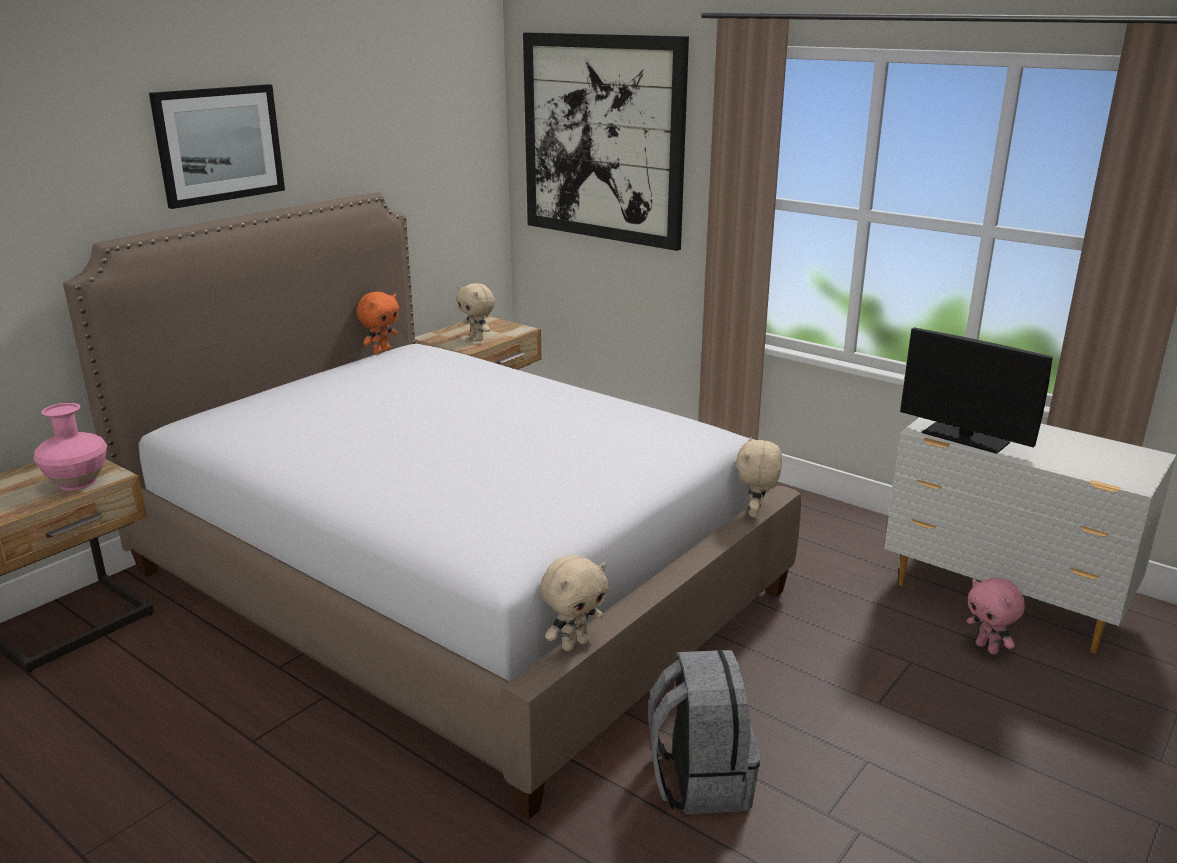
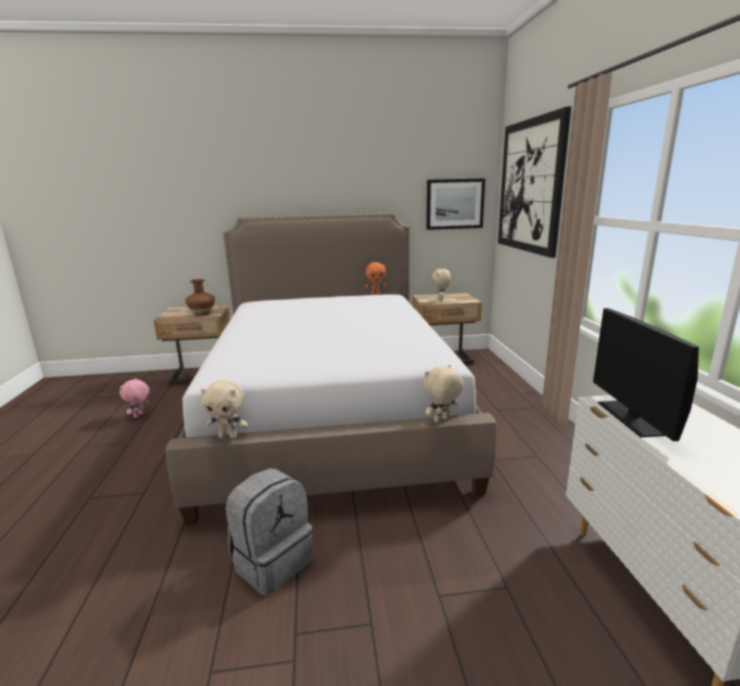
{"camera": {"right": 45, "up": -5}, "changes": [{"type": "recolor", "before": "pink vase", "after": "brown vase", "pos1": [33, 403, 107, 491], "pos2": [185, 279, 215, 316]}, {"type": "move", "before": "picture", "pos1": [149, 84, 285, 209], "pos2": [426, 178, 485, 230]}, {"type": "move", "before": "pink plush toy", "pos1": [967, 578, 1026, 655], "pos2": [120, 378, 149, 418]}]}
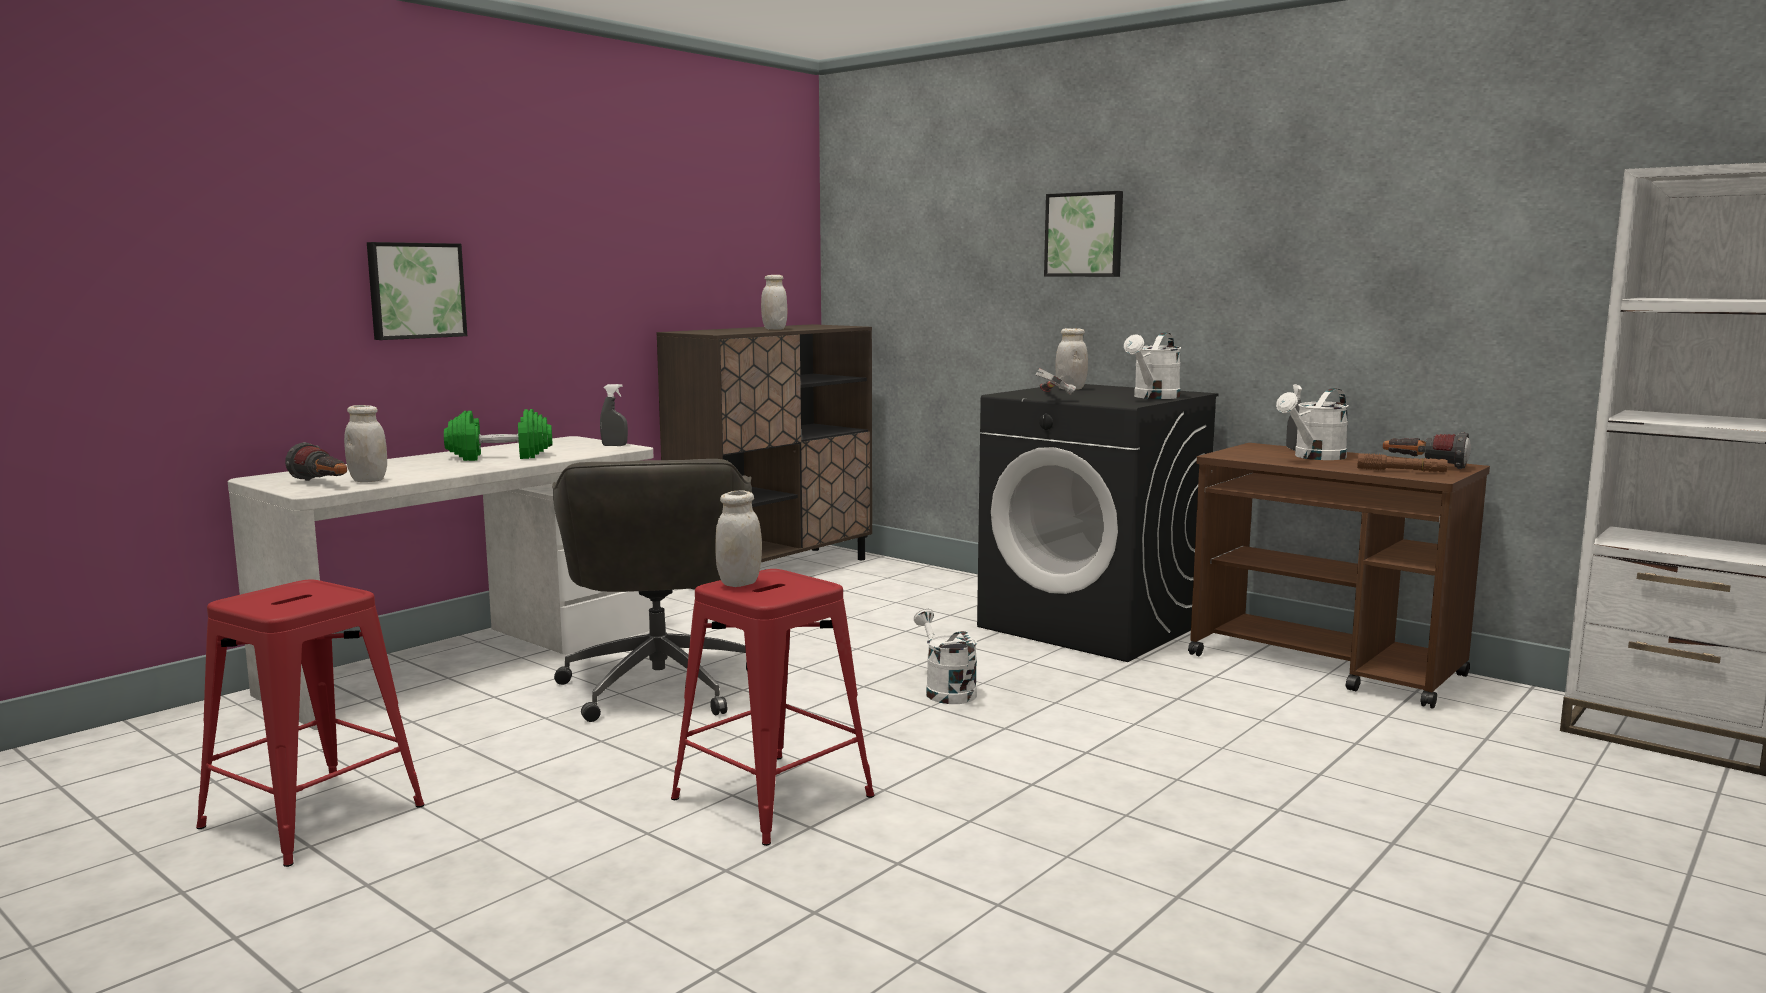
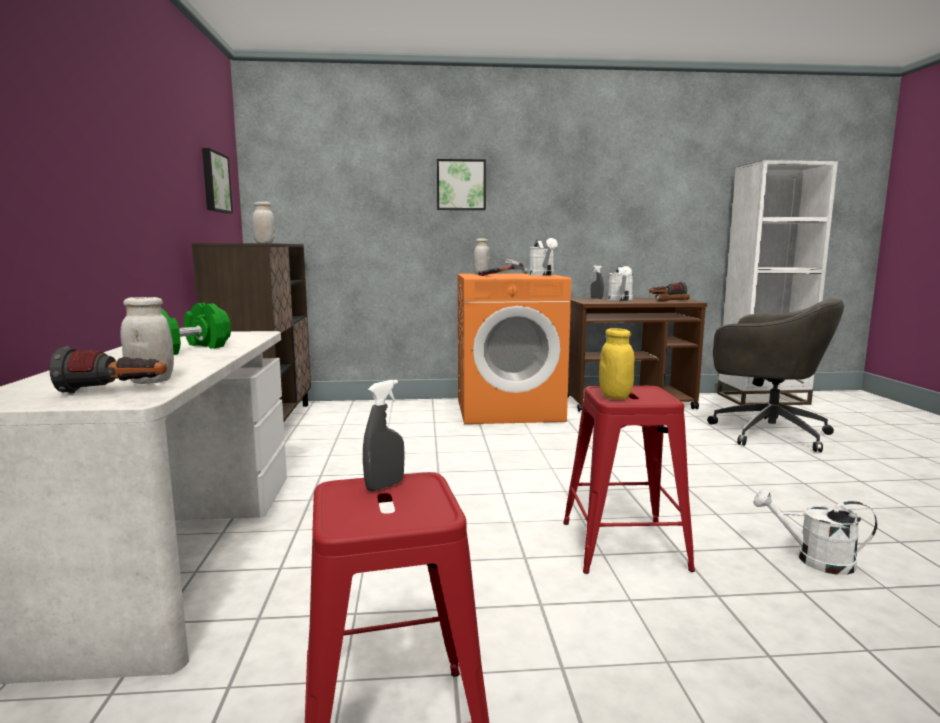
{"camera": {"right": -45, "up": 0}, "changes": [{"type": "move", "before": "picture", "pos1": [367, 242, 467, 340], "pos2": [202, 148, 233, 213]}, {"type": "move", "before": "grey office chair", "pos1": [552, 459, 751, 722], "pos2": [707, 298, 844, 452]}, {"type": "move", "before": "grey spray bottle", "pos1": [600, 384, 628, 446], "pos2": [363, 380, 405, 491]}, {"type": "recolor", "before": "white jar", "after": "yellow jar", "pos1": [715, 491, 762, 587], "pos2": [599, 328, 635, 399]}, {"type": "move", "before": "white watering can", "pos1": [914, 608, 977, 704], "pos2": [753, 489, 877, 575]}, {"type": "recolor", "before": "black washing machine", "after": "orange washing machine", "pos1": [977, 384, 1219, 662], "pos2": [457, 274, 571, 424]}]}
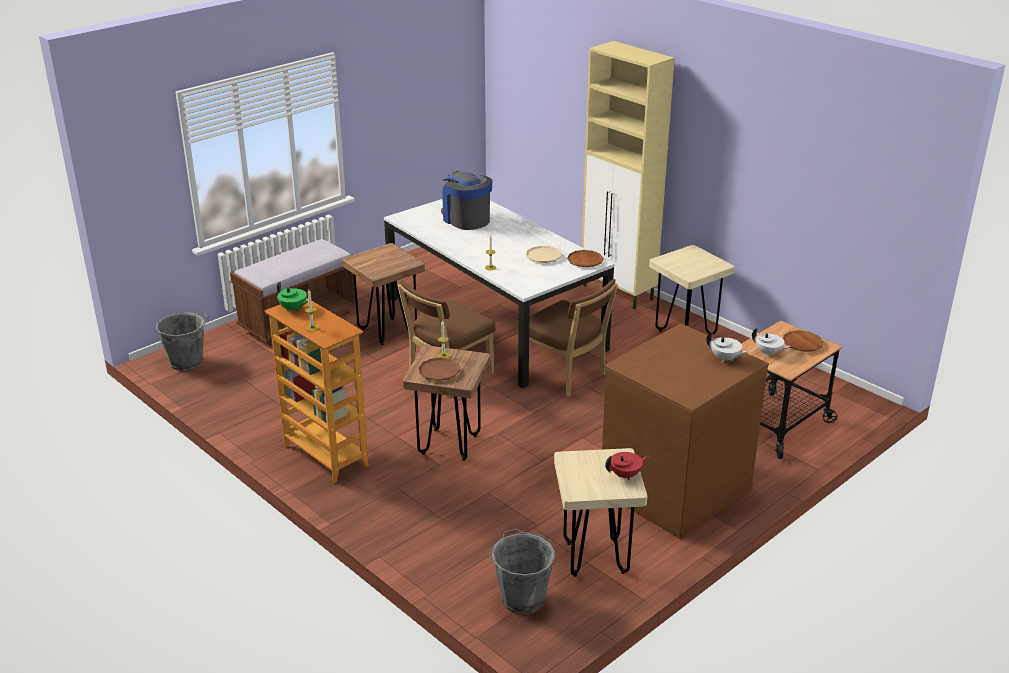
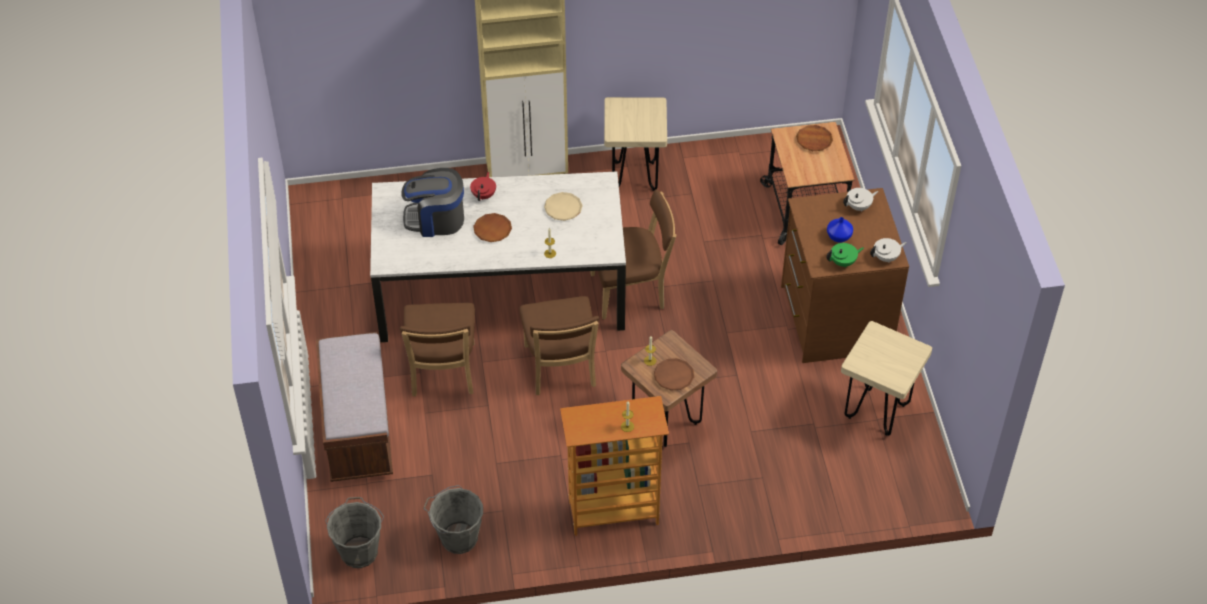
{"camera": {"right": -55, "up": 20}, "changes": [{"type": "move", "before": "green teapot", "pos1": [277, 282, 309, 312], "pos2": [827, 243, 864, 268]}, {"type": "replace", "before": "brown stool", "after": "brown chair", "pos1": [342, 243, 425, 345], "pos2": [400, 303, 475, 397]}, {"type": "move", "before": "grey bucket", "pos1": [489, 529, 555, 614], "pos2": [423, 485, 483, 554]}, {"type": "move", "before": "brown plate", "pos1": [567, 250, 604, 267], "pos2": [473, 213, 512, 242]}, {"type": "move", "before": "red teapot", "pos1": [605, 452, 649, 480], "pos2": [470, 172, 496, 201]}, {"type": "move", "before": "white teapot", "pos1": [752, 328, 791, 356], "pos2": [870, 238, 907, 263]}, {"type": "insert", "after": "blue vase", "pos2": [827, 217, 853, 243]}]}
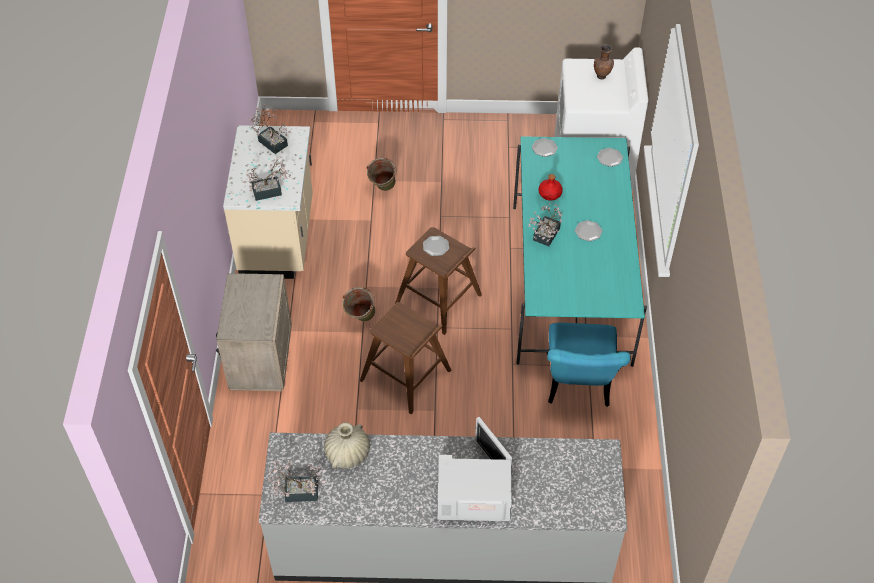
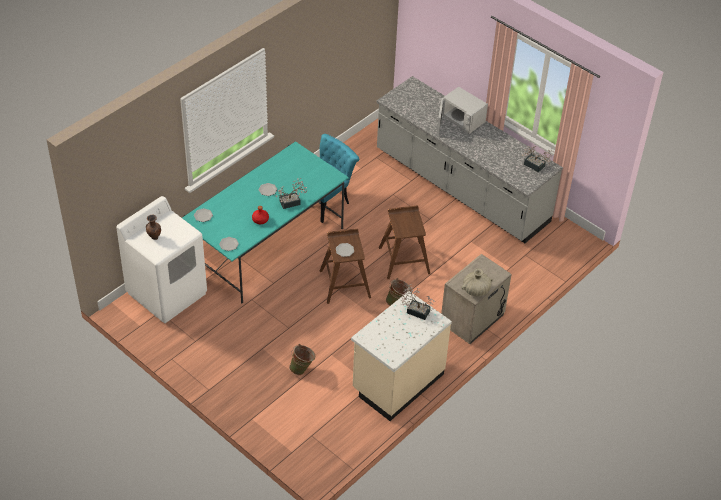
{"camera": {"right": -140, "up": -5}, "changes": [{"type": "delete", "before": "potted plant", "pos1": [246, 104, 291, 154]}, {"type": "move", "before": "beige vase", "pos1": [324, 422, 370, 469], "pos2": [461, 269, 493, 297]}]}
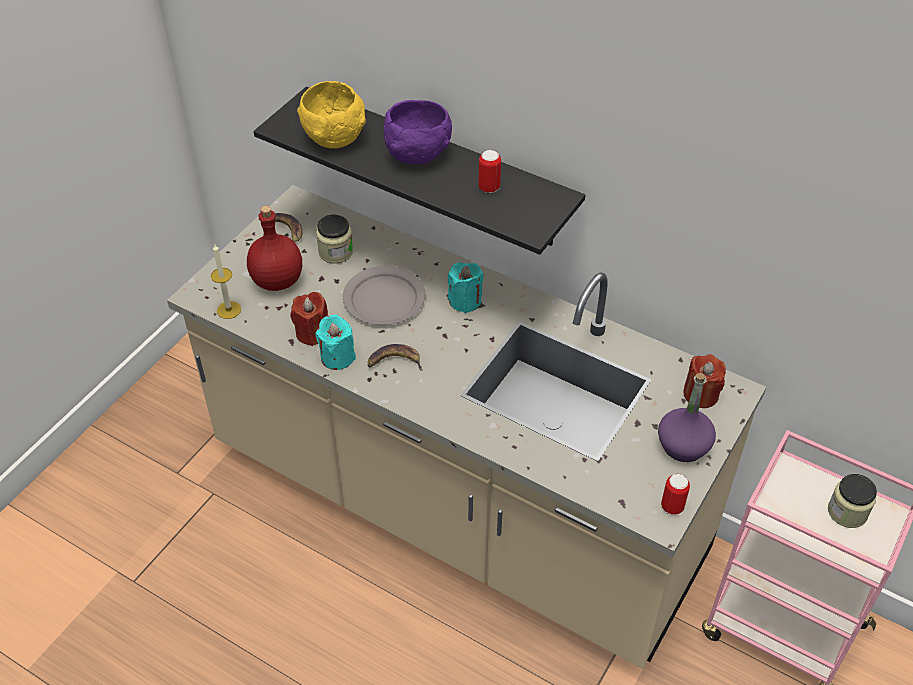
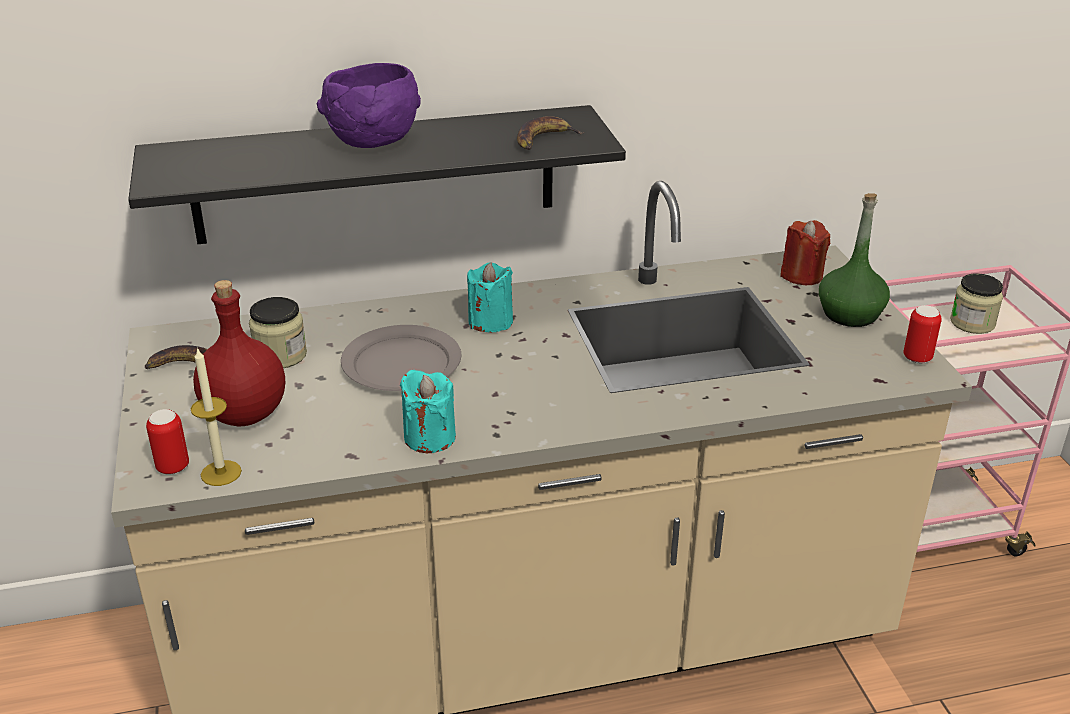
{"camera": {"right": -45, "up": -15}, "changes": [{"type": "delete", "before": "red candle", "pos1": [290, 292, 328, 346]}, {"type": "delete", "before": "yellow bowl", "pos1": [297, 81, 366, 148]}, {"type": "move", "before": "banana", "pos1": [368, 344, 423, 371], "pos2": [517, 116, 584, 150]}, {"type": "move", "before": "can", "pos1": [478, 150, 501, 193], "pos2": [146, 409, 189, 475]}, {"type": "recolor", "before": "purple bottle", "after": "green bottle", "pos1": [658, 373, 716, 462], "pos2": [819, 193, 890, 327]}]}
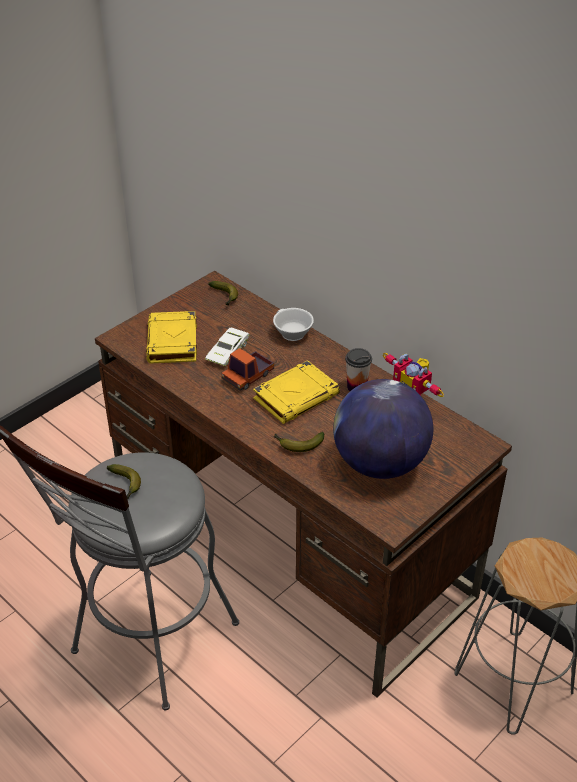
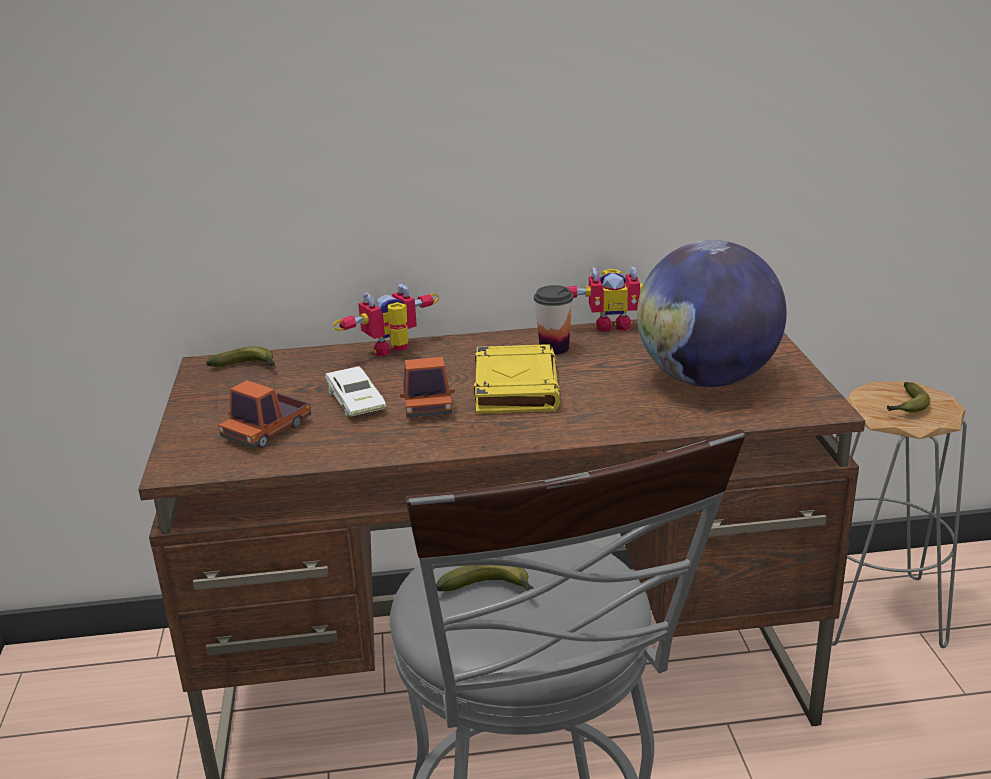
{"camera": {"right": -50, "up": -15}, "changes": [{"type": "replace", "before": "yellow book", "after": "toy truck", "pos1": [146, 311, 197, 363], "pos2": [218, 380, 311, 448]}, {"type": "replace", "before": "white cup", "after": "toy robot", "pos1": [273, 308, 314, 341], "pos2": [333, 284, 439, 356]}, {"type": "move", "before": "banana", "pos1": [274, 432, 325, 452], "pos2": [887, 382, 930, 413]}]}
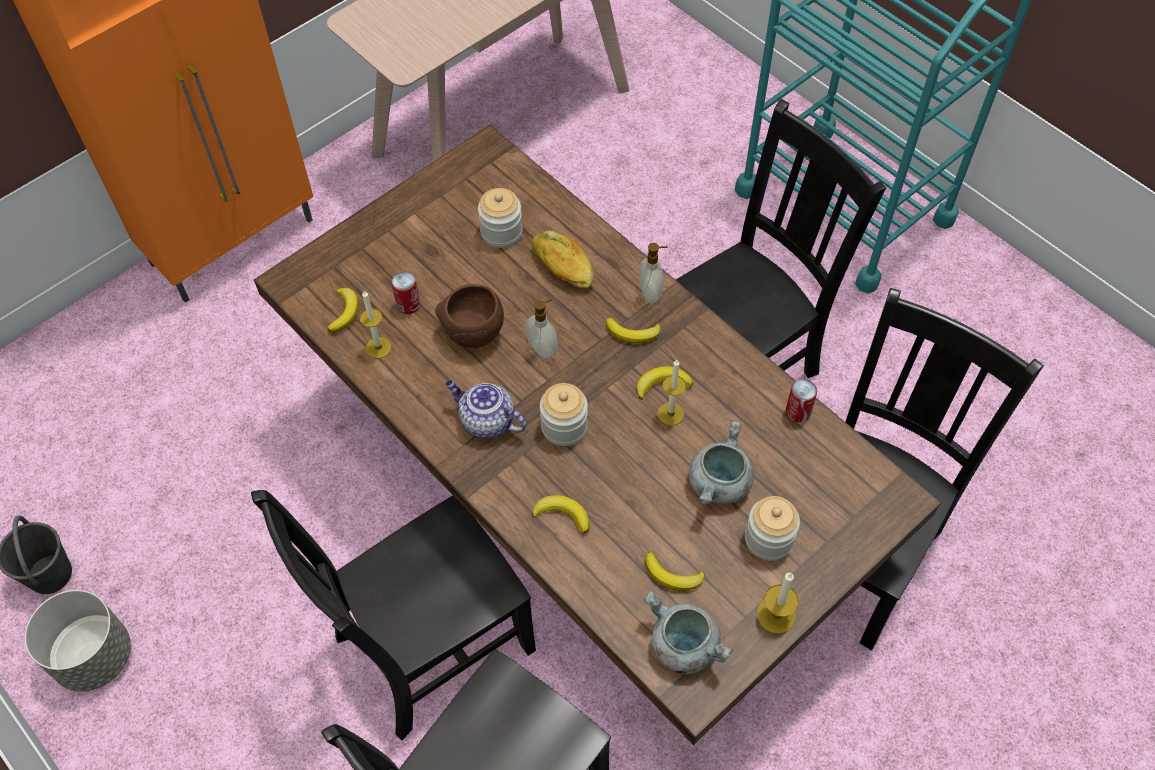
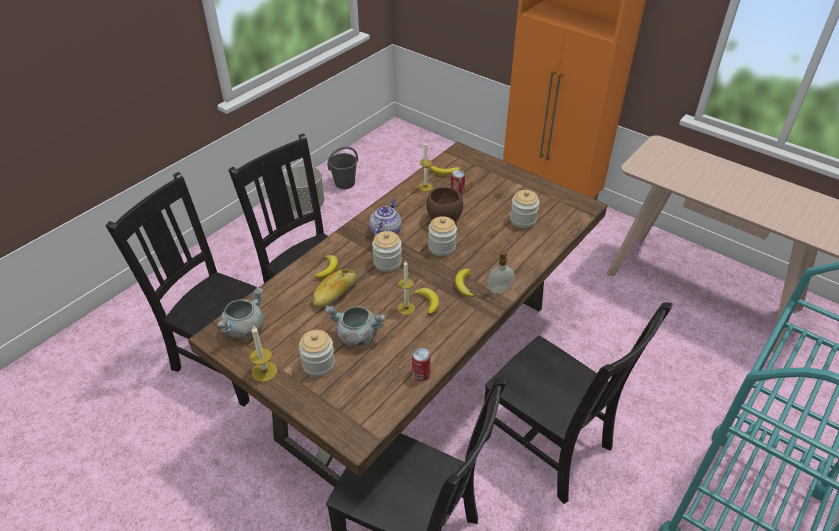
{"camera": {"right": 80, "up": -15}, "changes": [{"type": "replace", "before": "soap dispenser", "after": "jar", "pos1": [525, 299, 558, 358], "pos2": [428, 216, 457, 256]}, {"type": "move", "before": "bread", "pos1": [532, 231, 593, 289], "pos2": [313, 269, 358, 307]}, {"type": "delete", "before": "banana", "pos1": [645, 552, 705, 591]}]}
